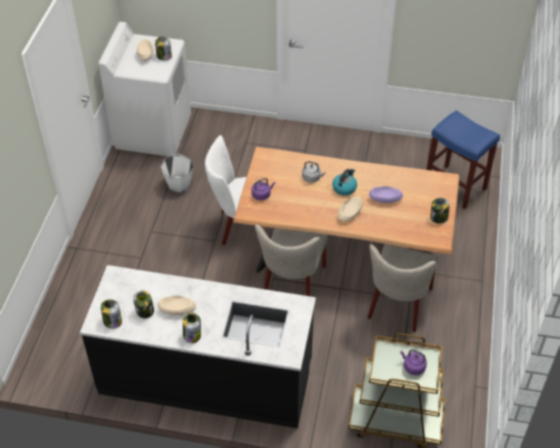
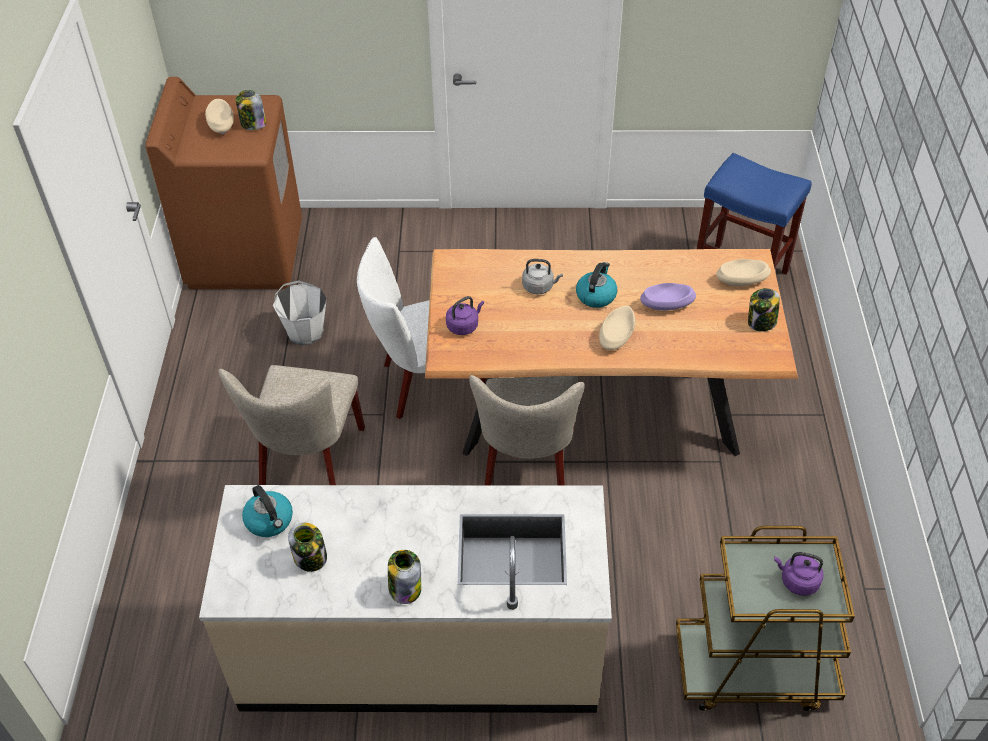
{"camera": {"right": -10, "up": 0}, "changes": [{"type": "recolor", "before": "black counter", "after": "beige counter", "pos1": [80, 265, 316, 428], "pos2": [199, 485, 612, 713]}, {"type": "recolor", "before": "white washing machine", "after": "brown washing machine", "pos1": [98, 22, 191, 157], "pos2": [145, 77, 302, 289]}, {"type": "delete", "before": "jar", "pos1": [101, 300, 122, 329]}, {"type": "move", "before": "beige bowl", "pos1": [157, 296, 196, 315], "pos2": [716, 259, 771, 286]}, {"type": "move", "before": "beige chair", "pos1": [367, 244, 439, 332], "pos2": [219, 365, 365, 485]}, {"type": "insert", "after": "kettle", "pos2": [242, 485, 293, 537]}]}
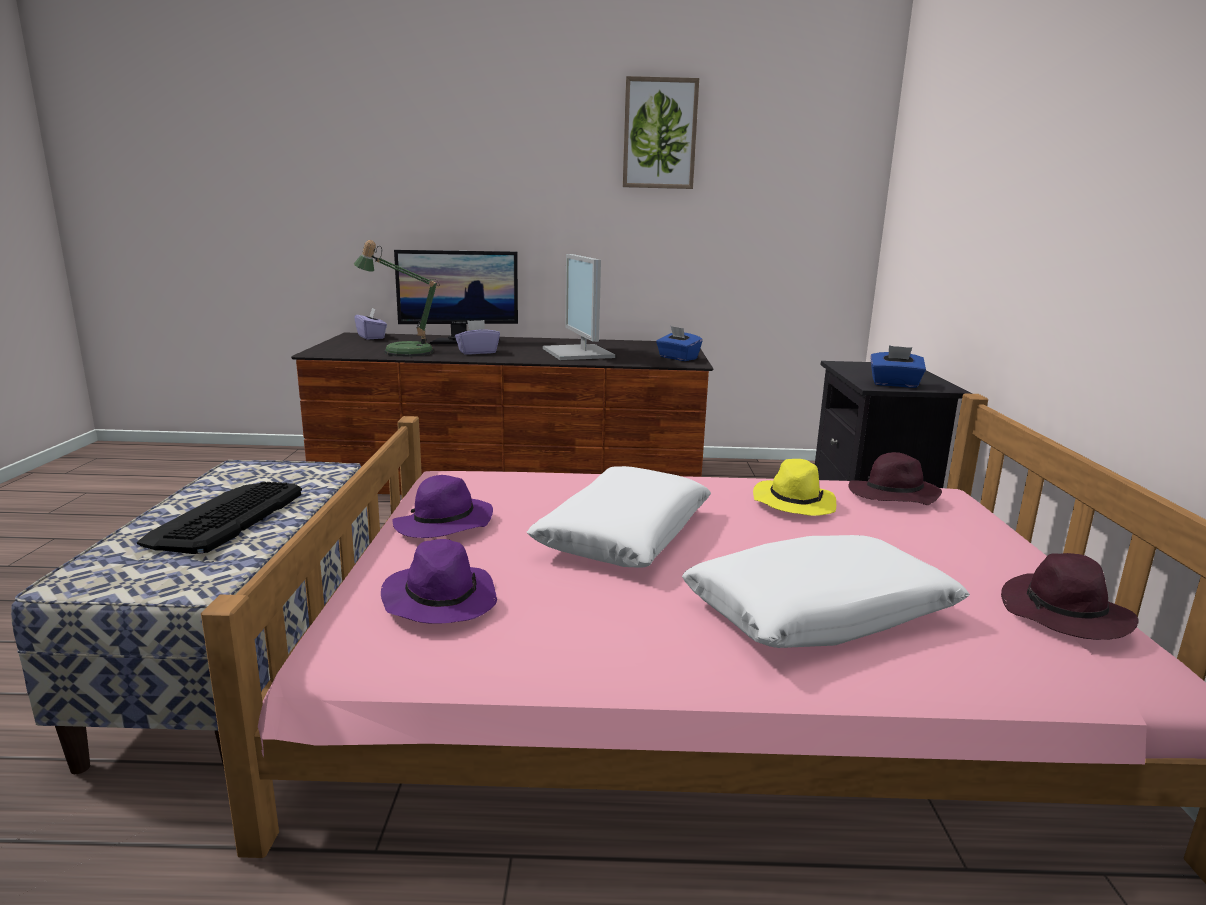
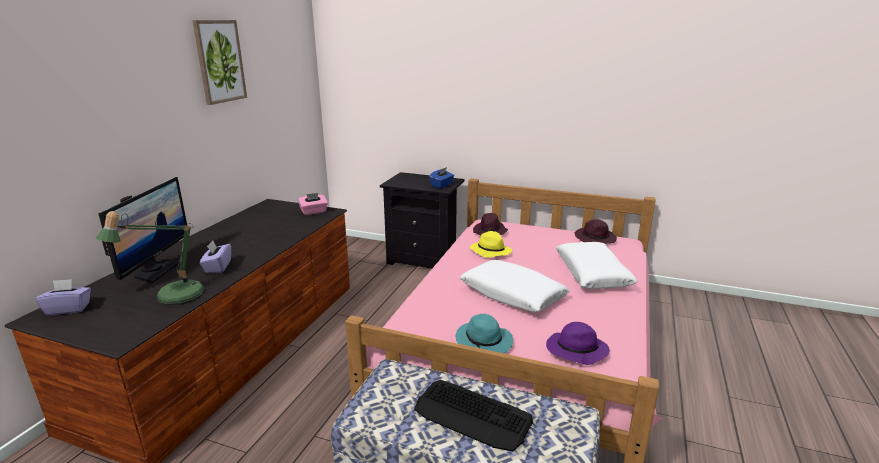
{"camera": {"right": -70, "up": 5}, "changes": [{"type": "recolor", "before": "purple hat", "after": "turquoise hat", "pos1": [392, 475, 493, 538], "pos2": [456, 314, 513, 353]}, {"type": "delete", "before": "monitor", "pos1": [543, 254, 615, 360]}, {"type": "recolor", "before": "blue tissue box", "after": "pink tissue box", "pos1": [656, 326, 703, 361], "pos2": [298, 193, 328, 215]}]}
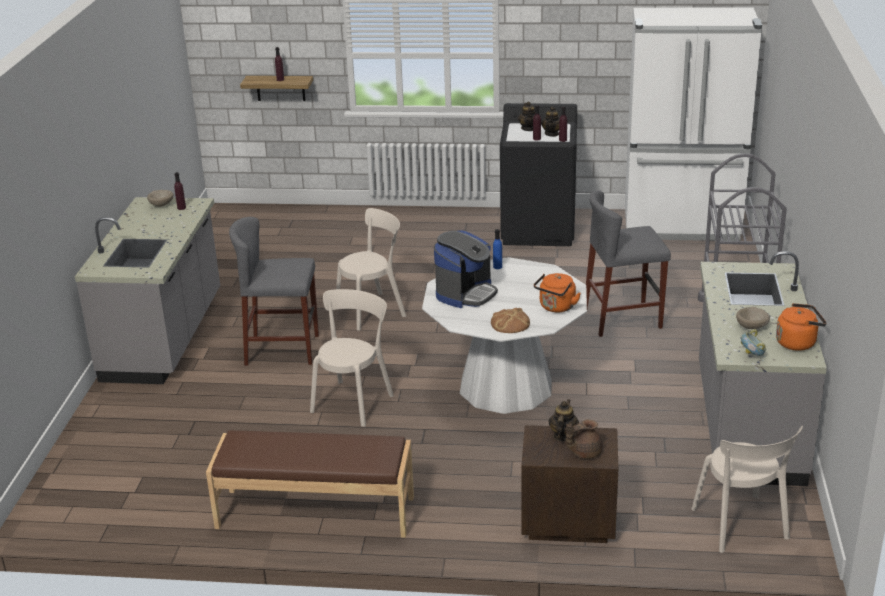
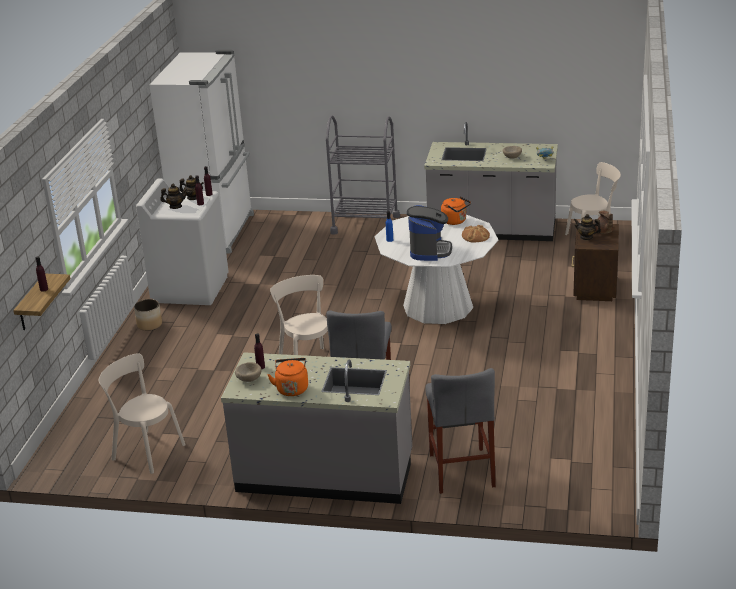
{"camera": {"right": -85, "up": 0}, "changes": [{"type": "delete", "before": "brown bench", "pos1": [206, 430, 414, 538]}, {"type": "move", "before": "beige chair", "pos1": [310, 289, 394, 427], "pos2": [99, 353, 186, 474]}, {"type": "rotate", "before": "coffee machine", "pos1": [434, 231, 498, 308], "pos2": [407, 205, 452, 261], "turn": 60}, {"type": "recolor", "before": "black washing machine", "after": "white washing machine", "pos1": [500, 103, 577, 246], "pos2": [136, 179, 229, 305]}, {"type": "move", "before": "grey stool", "pos1": [586, 190, 671, 337], "pos2": [425, 368, 496, 494]}, {"type": "move", "before": "orange kettle", "pos1": [776, 303, 827, 351], "pos2": [267, 358, 308, 396]}, {"type": "insert", "after": "planter", "pos2": [134, 299, 162, 331]}]}
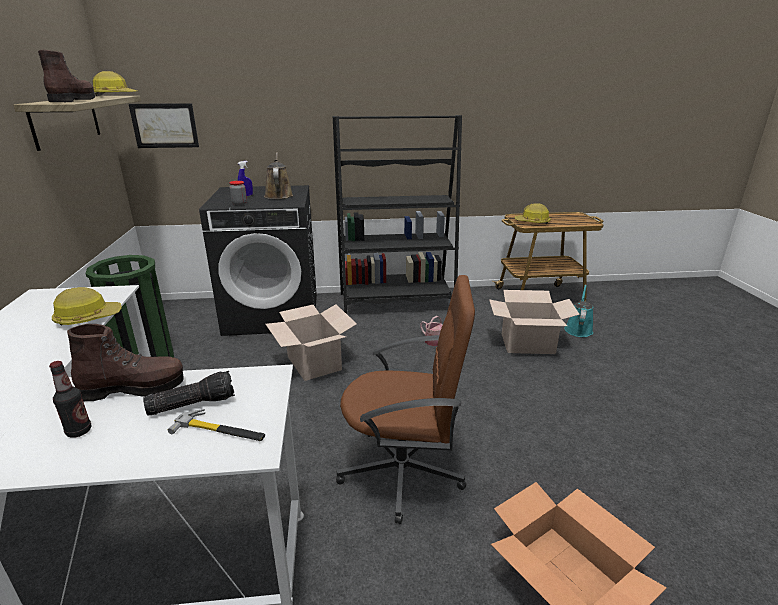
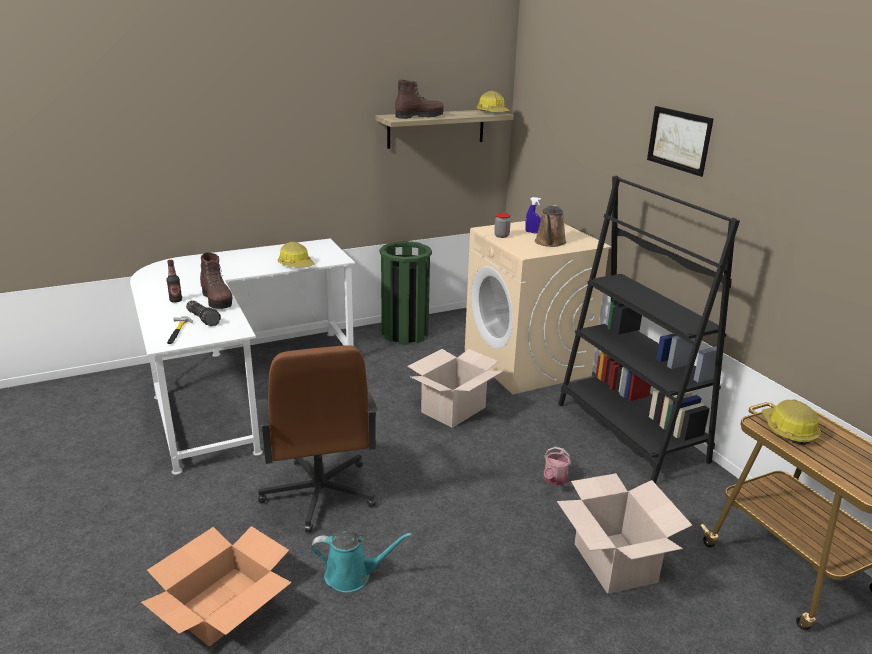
{"camera": {"right": 70, "up": 0}, "changes": [{"type": "move", "before": "picture", "pos1": [129, 103, 199, 148], "pos2": [647, 106, 714, 177]}, {"type": "recolor", "before": "black washing machine", "after": "beige washing machine", "pos1": [199, 185, 317, 336], "pos2": [465, 221, 611, 394]}, {"type": "rotate", "before": "brown watering can", "pos1": [264, 152, 293, 199], "pos2": [535, 205, 567, 247], "turn": 135}, {"type": "move", "before": "turquoise watering can", "pos1": [564, 285, 593, 337], "pos2": [311, 531, 412, 593]}]}
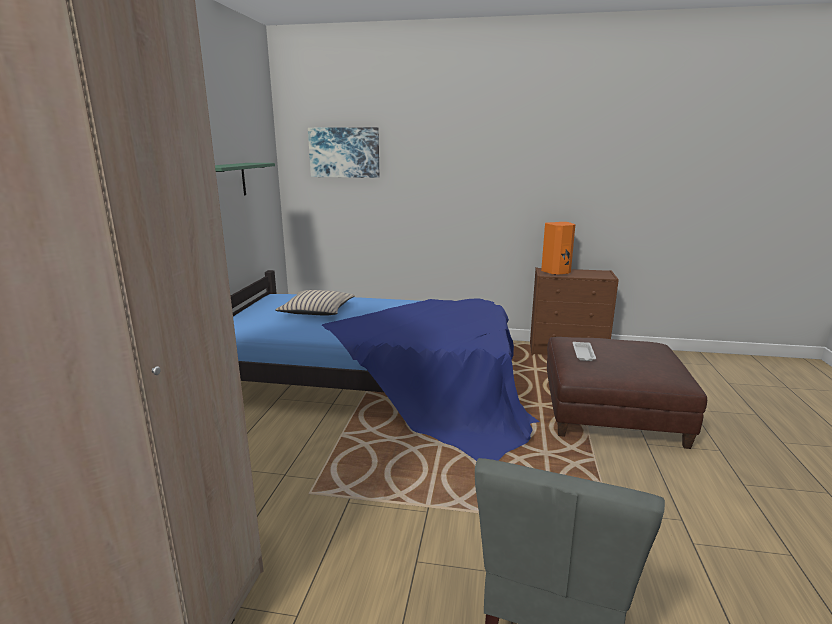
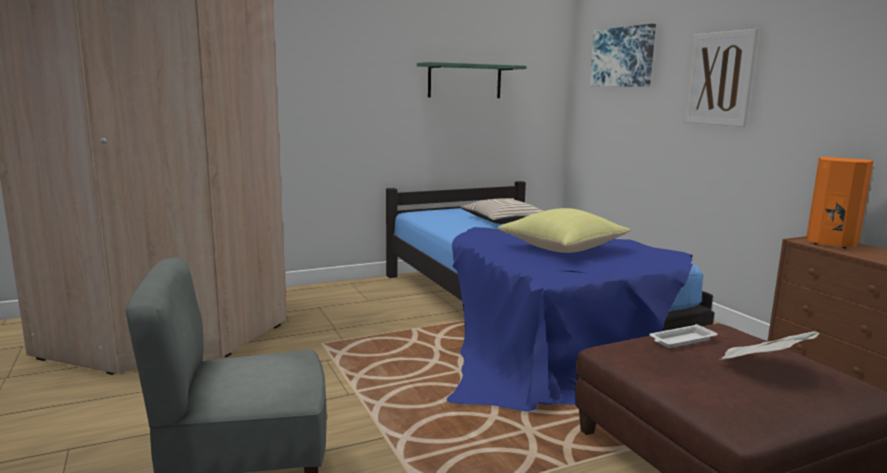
{"camera": {"right": 55, "up": -5}, "changes": [{"type": "insert", "after": "yellow pillow", "pos2": [498, 208, 630, 253]}, {"type": "insert", "after": "picture", "pos2": [685, 29, 758, 127]}, {"type": "insert", "after": "newspaper", "pos2": [719, 331, 820, 360]}]}
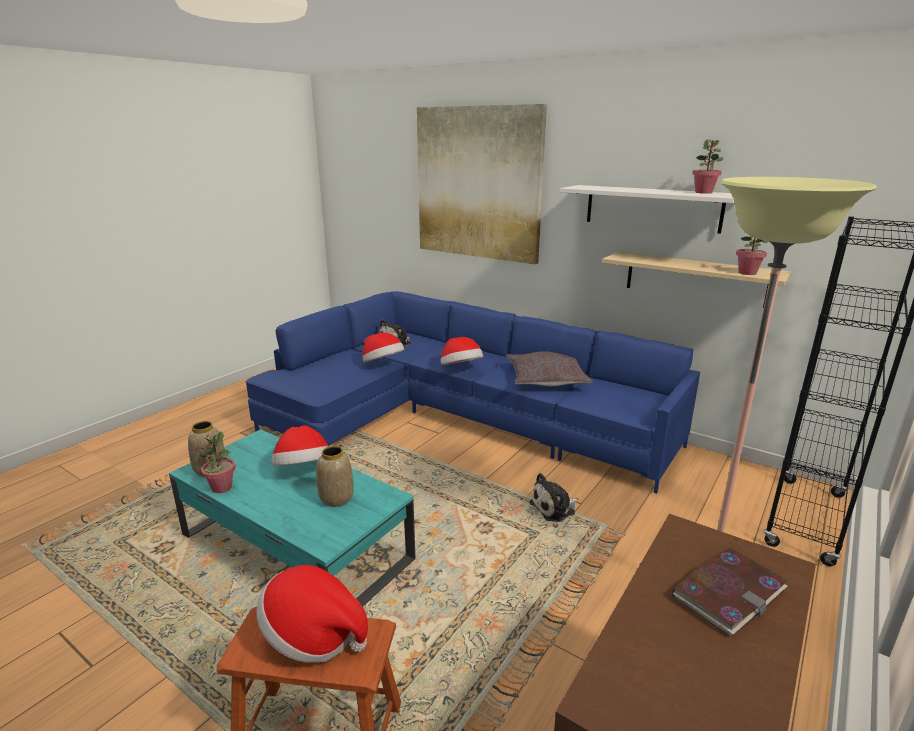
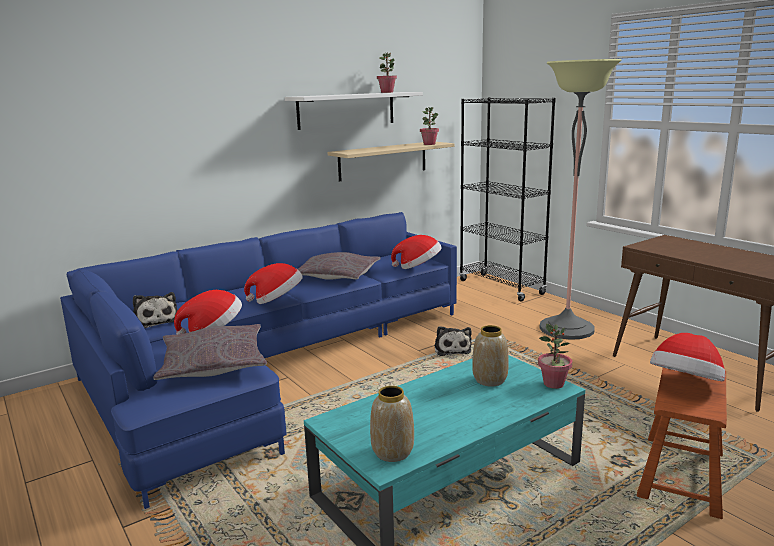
{"camera": {"right": -70, "up": -5}, "changes": [{"type": "move", "before": "potted plant", "pos1": [199, 431, 236, 493], "pos2": [538, 324, 573, 389]}, {"type": "move", "before": "hat", "pos1": [271, 425, 329, 465], "pos2": [391, 235, 442, 269]}, {"type": "delete", "before": "picture", "pos1": [417, 104, 547, 264]}, {"type": "delete", "before": "book", "pos1": [672, 548, 788, 637]}, {"type": "insert", "after": "grey pillow", "pos2": [153, 324, 267, 380]}]}
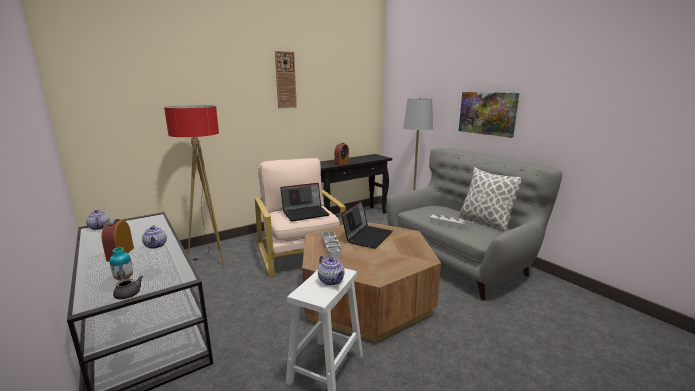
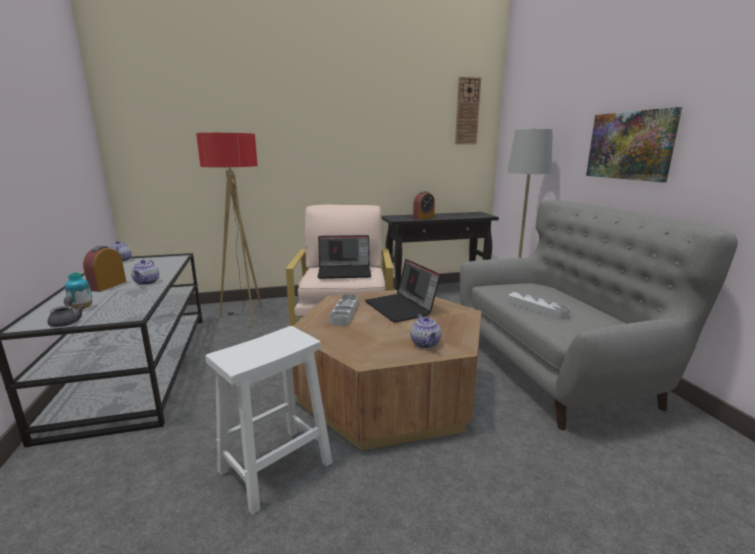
{"camera": {"right": 20, "up": 0}, "changes": [{"type": "move", "before": "wall clock", "pos1": [275, 51, 297, 108], "pos2": [455, 77, 481, 145]}, {"type": "move", "before": "teapot", "pos1": [318, 255, 345, 285], "pos2": [410, 314, 441, 348]}, {"type": "rotate", "before": "laptop", "pos1": [341, 200, 392, 249], "pos2": [365, 259, 441, 323], "turn": 105}, {"type": "delete", "before": "pillow", "pos1": [459, 167, 521, 231]}]}
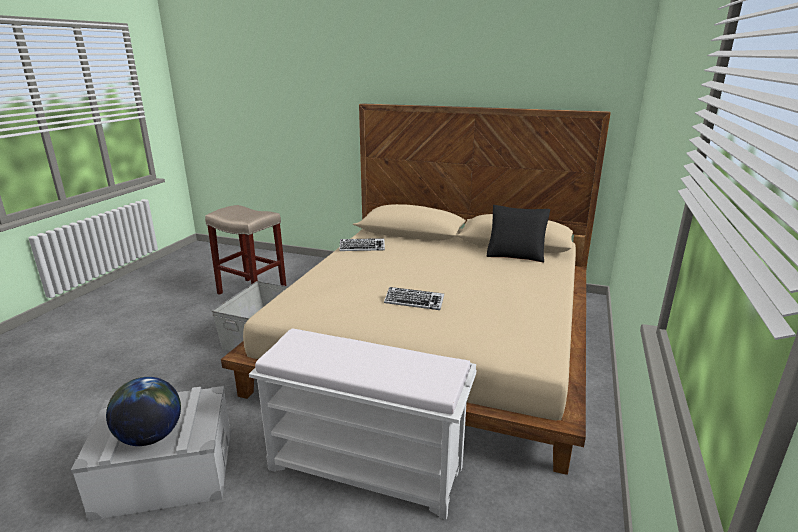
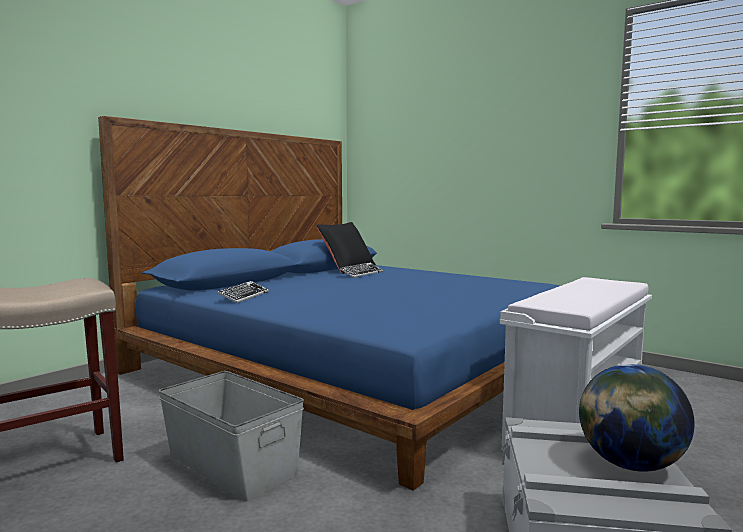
{"camera": {"right": -70, "up": -15}, "changes": [{"type": "recolor", "before": "beige bed", "after": "blue bed", "pos1": [221, 103, 611, 475], "pos2": [98, 116, 561, 490]}, {"type": "move", "before": "keyboard", "pos1": [384, 287, 444, 310], "pos2": [340, 263, 383, 278]}]}
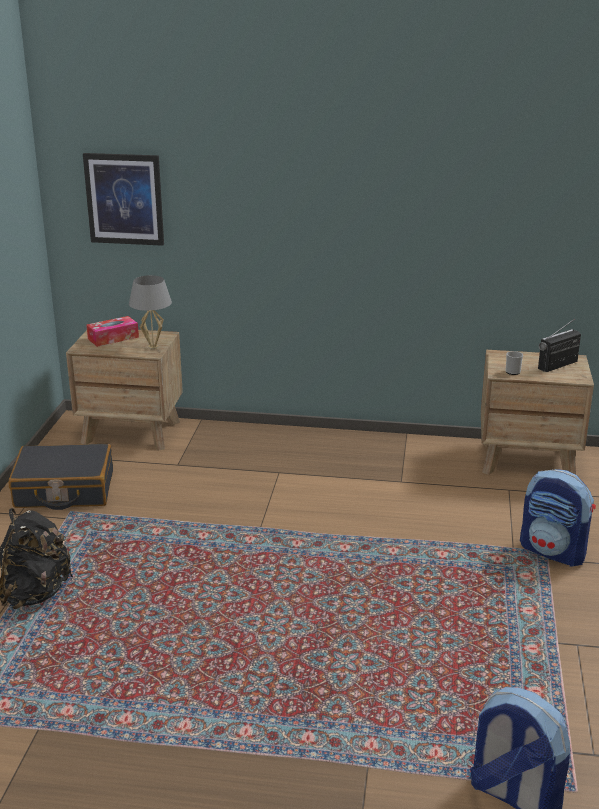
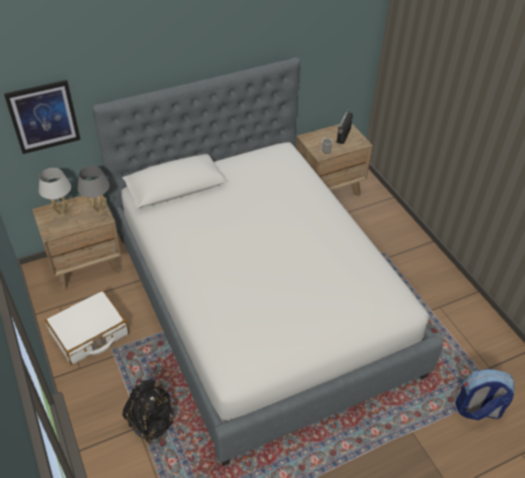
{"camera": {"right": -35, "up": 20}, "changes": [{"type": "recolor", "before": "black suitcase", "after": "white suitcase", "pos1": [9, 444, 113, 510], "pos2": [45, 290, 129, 365]}, {"type": "replace", "before": "tissue box", "after": "white table lamp", "pos1": [86, 316, 139, 347], "pos2": [39, 168, 71, 217]}, {"type": "delete", "before": "backpack", "pos1": [520, 469, 596, 567]}, {"type": "insert", "after": "bed", "pos2": [92, 57, 443, 466]}]}
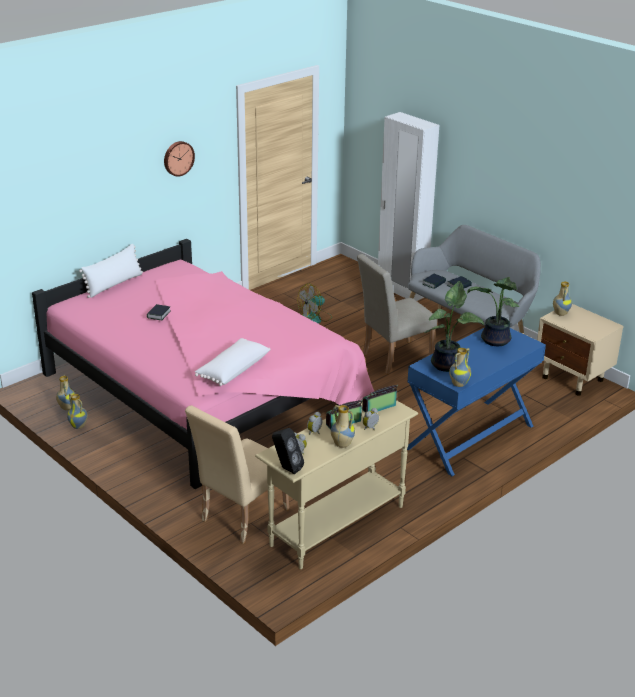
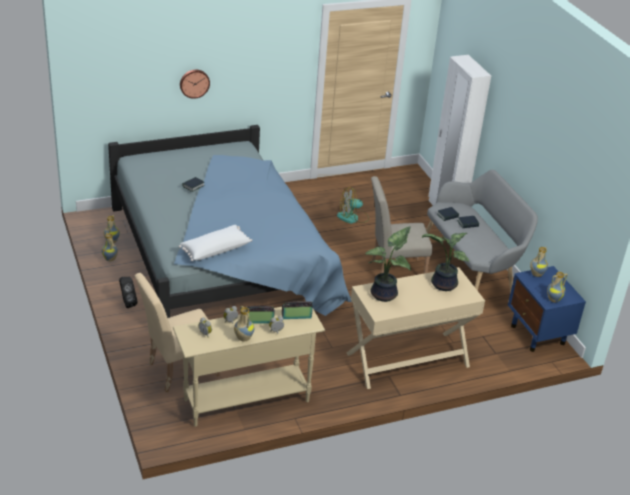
{"camera": {"right": 20, "up": 5}, "changes": [{"type": "recolor", "before": "pink bed", "after": "blue bed", "pos1": [32, 239, 374, 489], "pos2": [108, 125, 351, 318]}, {"type": "delete", "before": "white pillow", "pos1": [79, 244, 143, 298]}, {"type": "move", "before": "wall clock", "pos1": [164, 141, 195, 177], "pos2": [180, 70, 210, 99]}, {"type": "move", "before": "black speaker", "pos1": [272, 428, 304, 474], "pos2": [119, 277, 138, 308]}, {"type": "recolor", "before": "blue desk", "after": "beige desk", "pos1": [407, 328, 546, 476], "pos2": [347, 267, 485, 389]}, {"type": "move", "before": "vase", "pos1": [449, 348, 471, 387], "pos2": [547, 272, 568, 302]}, {"type": "recolor", "before": "beige nightstand", "after": "blue nightstand", "pos1": [537, 304, 624, 396], "pos2": [508, 266, 586, 352]}]}
